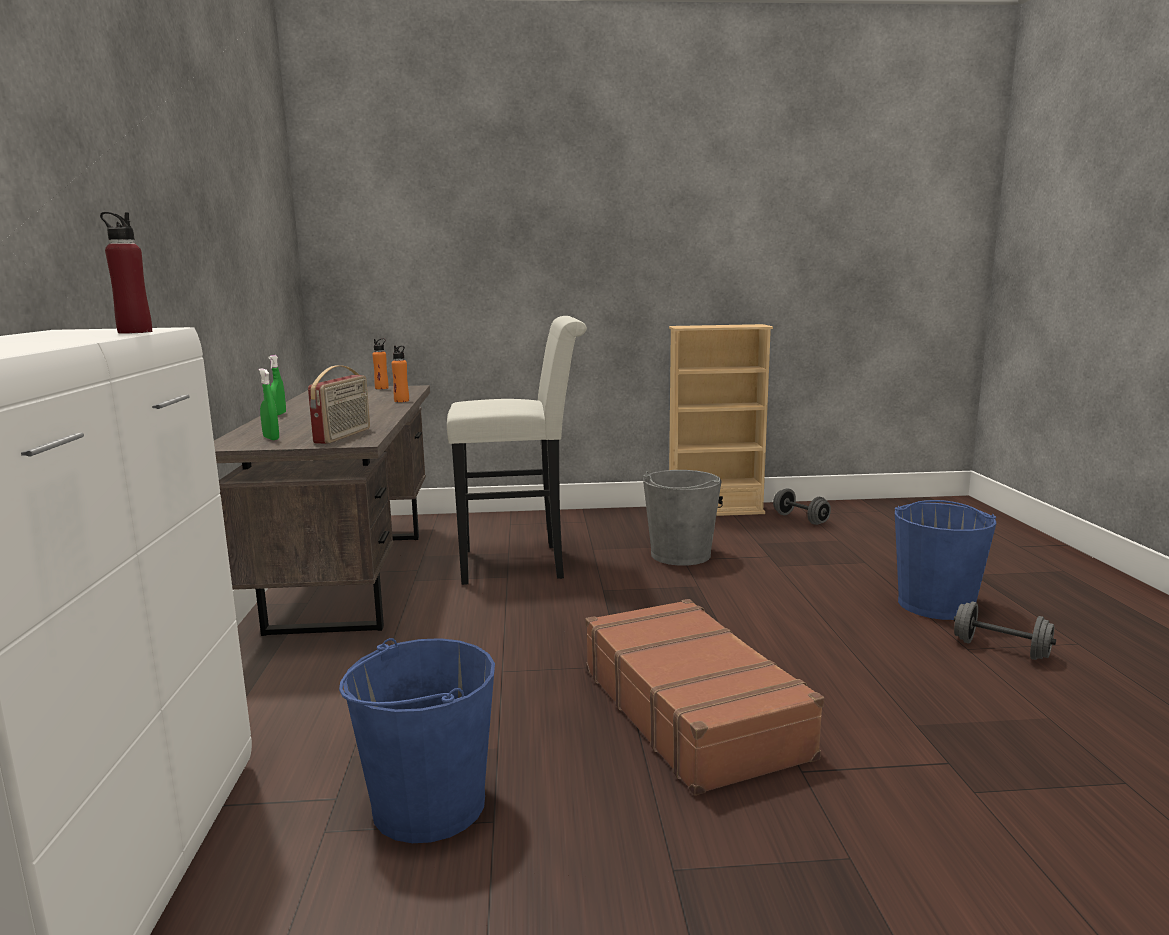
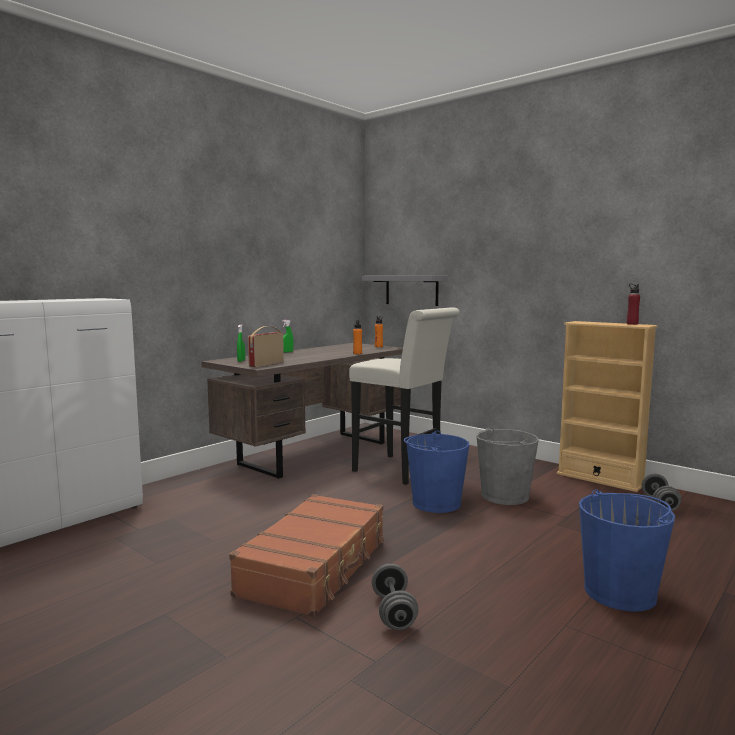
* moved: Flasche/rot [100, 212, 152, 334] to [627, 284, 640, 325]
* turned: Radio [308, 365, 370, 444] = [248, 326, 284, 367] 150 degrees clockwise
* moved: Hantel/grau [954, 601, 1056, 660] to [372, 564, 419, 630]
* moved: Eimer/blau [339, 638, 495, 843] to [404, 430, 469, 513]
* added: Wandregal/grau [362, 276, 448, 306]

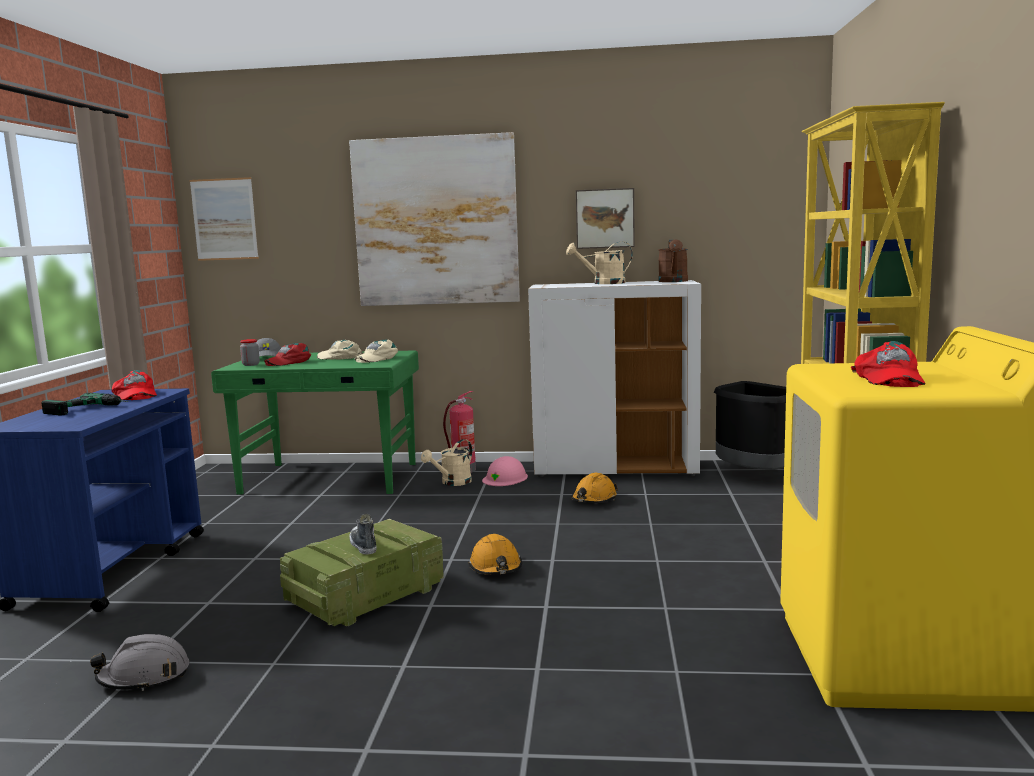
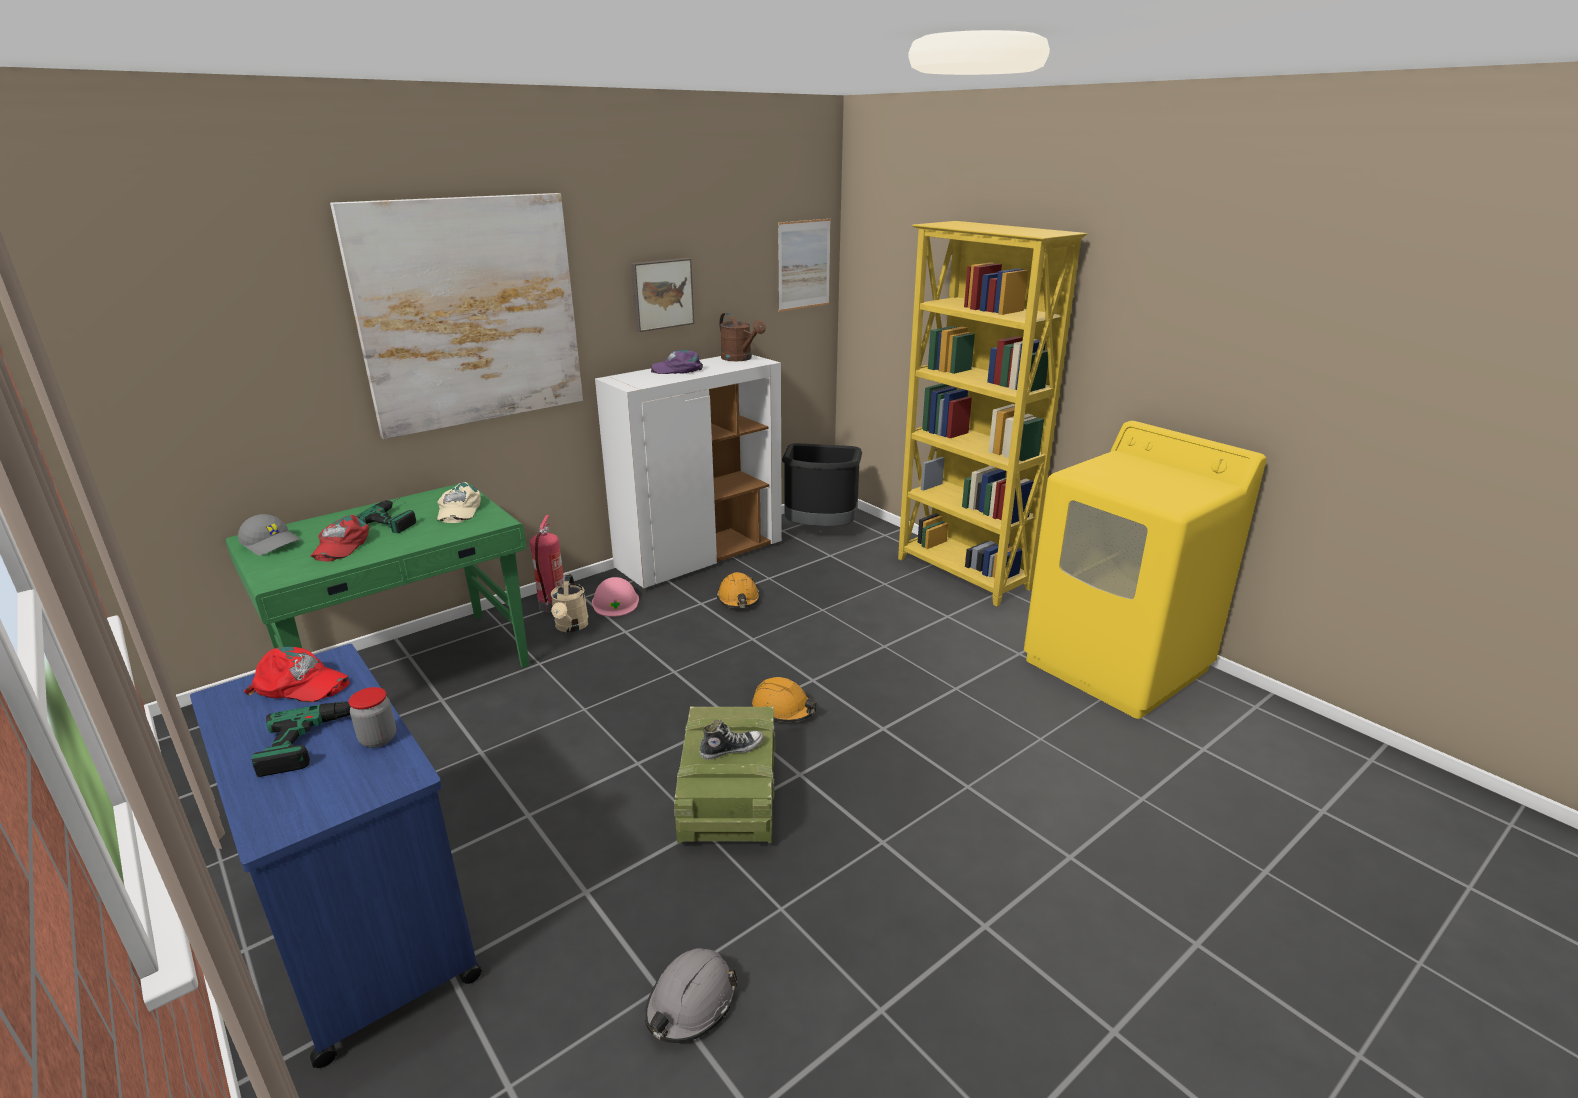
* moved: Bild [190, 177, 259, 261] to [778, 219, 831, 312]
* replaced: Gießkanne/beige [566, 242, 633, 284] to Kappe/lila [651, 350, 703, 374]
* moved: Vorratsglas [240, 339, 260, 366] to [349, 687, 396, 748]
* replaced: Kappe/beige [317, 340, 364, 360] to Bohrmaschine [356, 498, 416, 533]
* removed: Kappe/rot [851, 341, 925, 387]
* turned: Schuh [349, 514, 377, 555] = [700, 720, 764, 760] 135 degrees clockwise

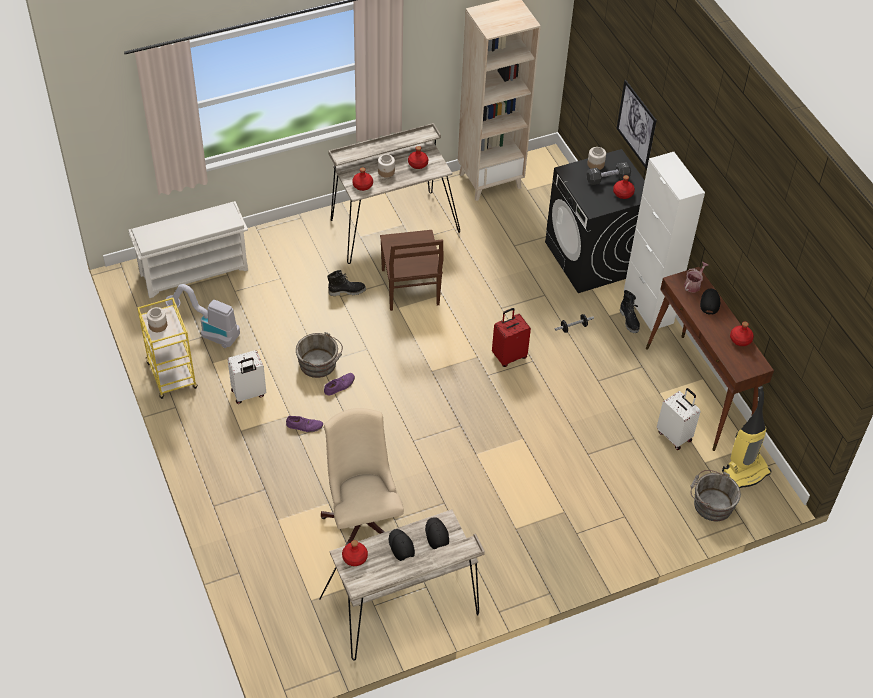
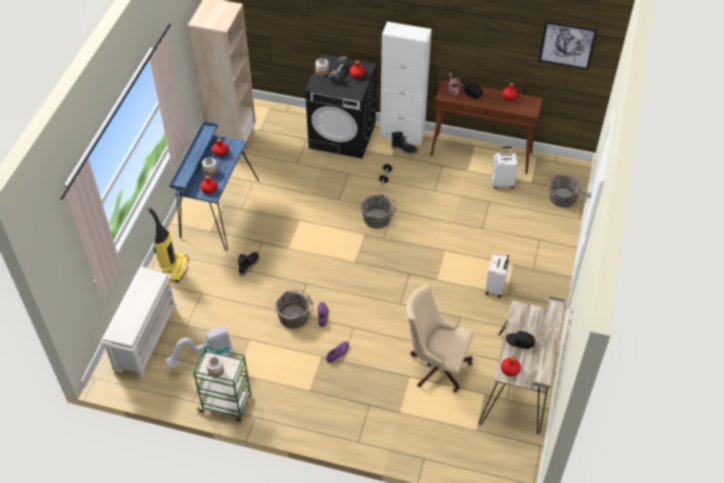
* moved: Bild [617, 80, 657, 169] to [539, 21, 598, 70]
* recoloured: Schreibtisch/beige [329, 123, 460, 264] to Schreibtisch/blau [170, 121, 259, 251]
* removed: Stuhl/braun [380, 230, 443, 311]
* recoloured: Rollwagen/gelb [137, 297, 198, 399] to Rollwagen/grün [193, 346, 252, 422]
* replaced: Koffer/rot [492, 308, 531, 367] to Eimer/grau [361, 194, 396, 228]
* moved: Koffer/weiß [227, 350, 266, 404] to [485, 254, 510, 298]
* moved: Staubsauger [722, 386, 771, 488] to [148, 207, 189, 283]
* removed: Kappe/schwarz [425, 517, 449, 549]

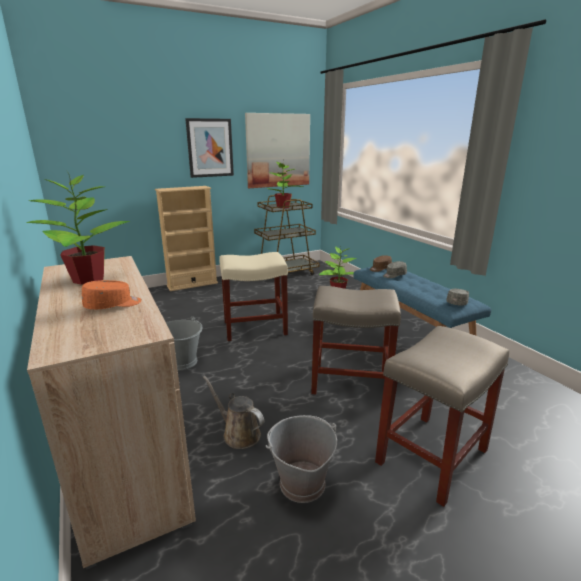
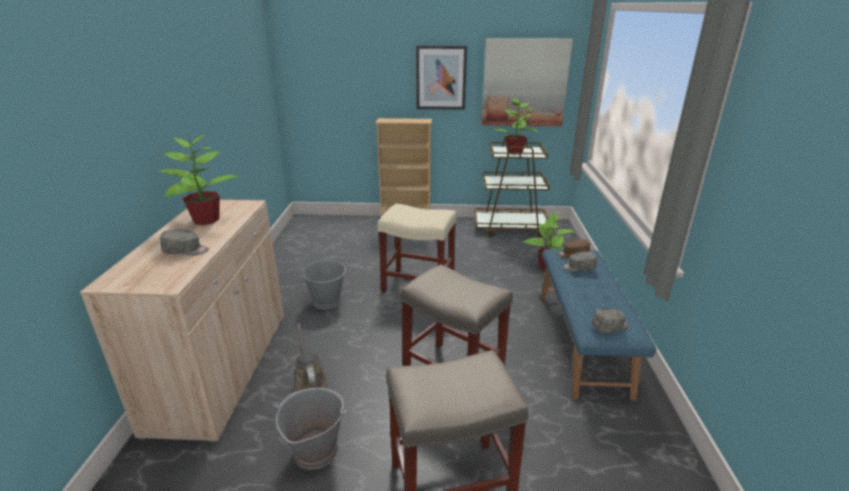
* recoloured: Kappe/orange [82, 280, 142, 310] to Kappe/grau [160, 229, 209, 256]

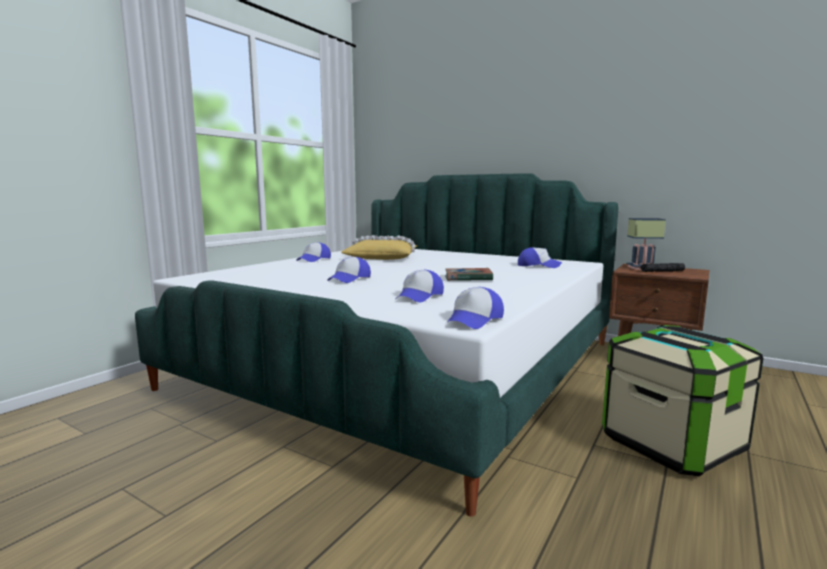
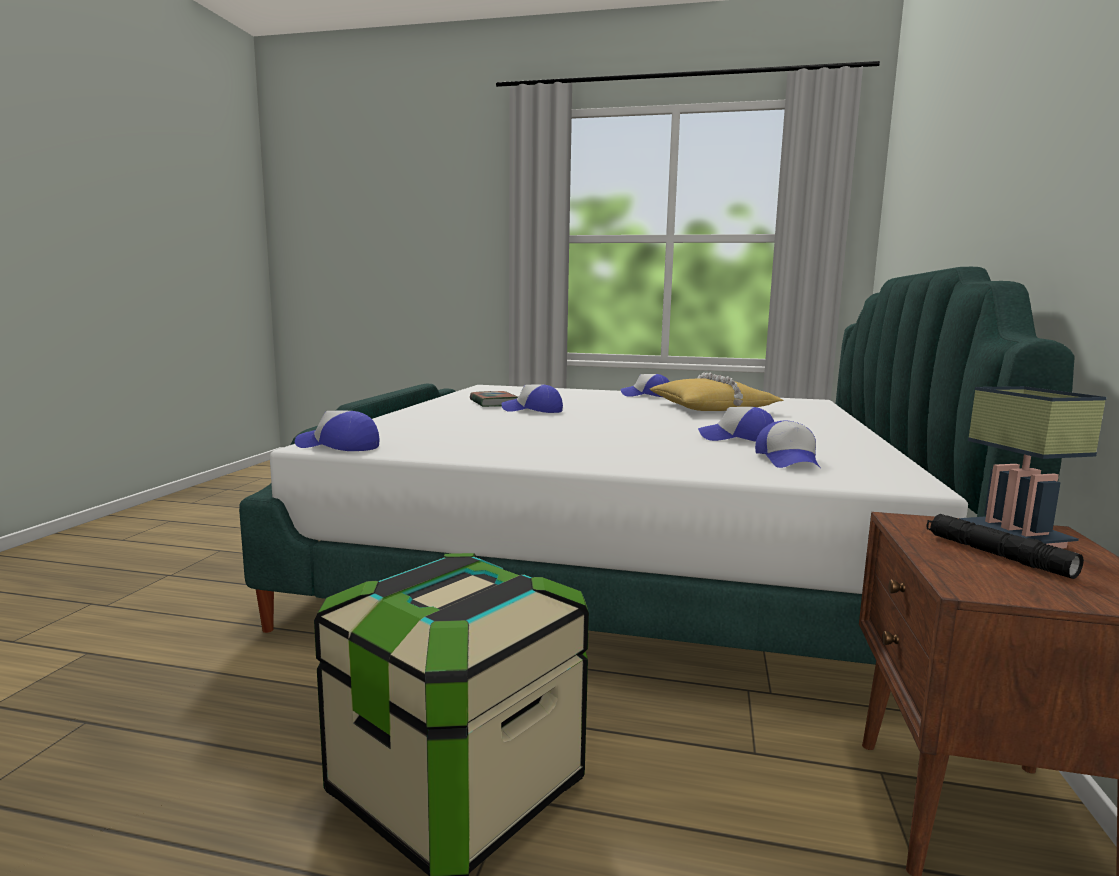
* moved: Buch [445, 268, 493, 281] to [470, 391, 518, 407]
* moved: Kappe [396, 270, 444, 302] to [698, 407, 774, 442]

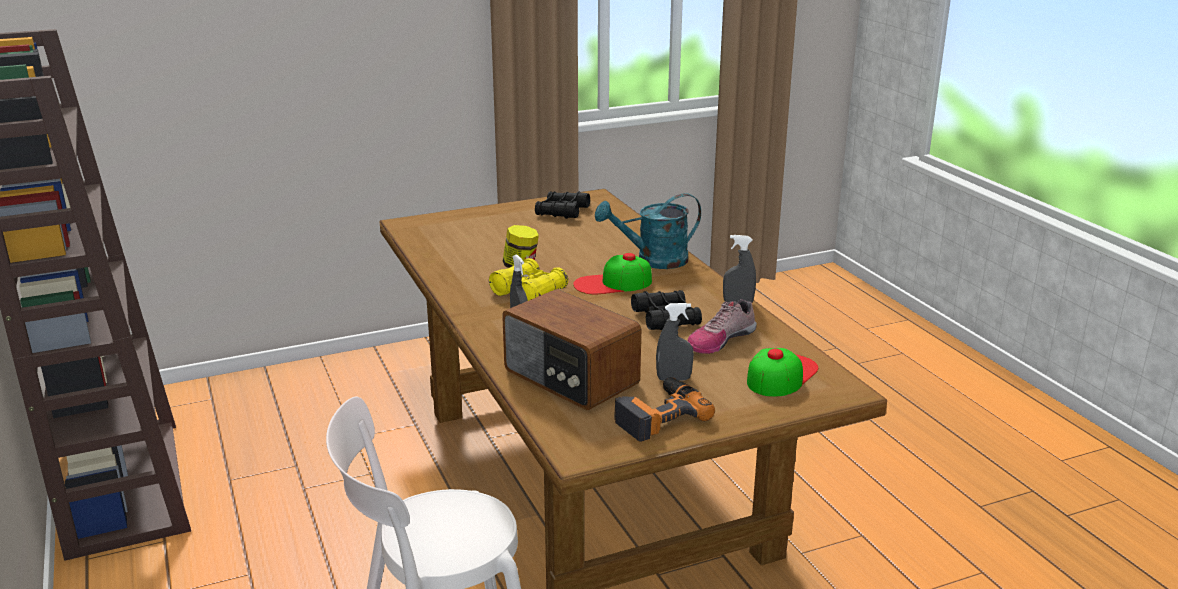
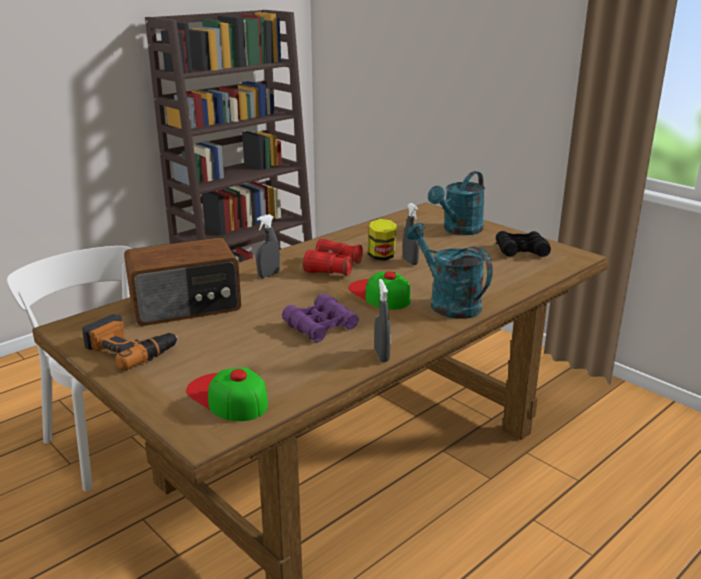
* recoloured: Fernglas/gelb [489, 258, 568, 301] to Fernglas/rot [303, 239, 363, 276]
* turned: Radio [502, 289, 641, 410] = [124, 237, 241, 326] 135 degrees counterclockwise
* recoloured: Fernglas/schwarz [631, 290, 702, 330] to Fernglas/lila [282, 294, 359, 342]
* removed: Schuh [688, 299, 757, 354]
* moved: Sprühflasche/grau [656, 303, 694, 381] to [403, 203, 419, 265]
* turned: Kappe [747, 348, 818, 397] = [186, 367, 268, 421] 150 degrees counterclockwise
* added: Gießkanne/türkis [428, 171, 485, 235]

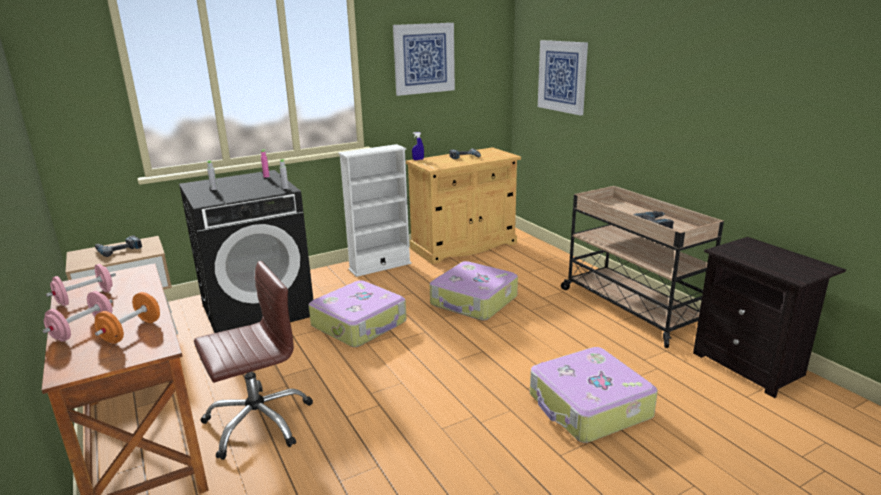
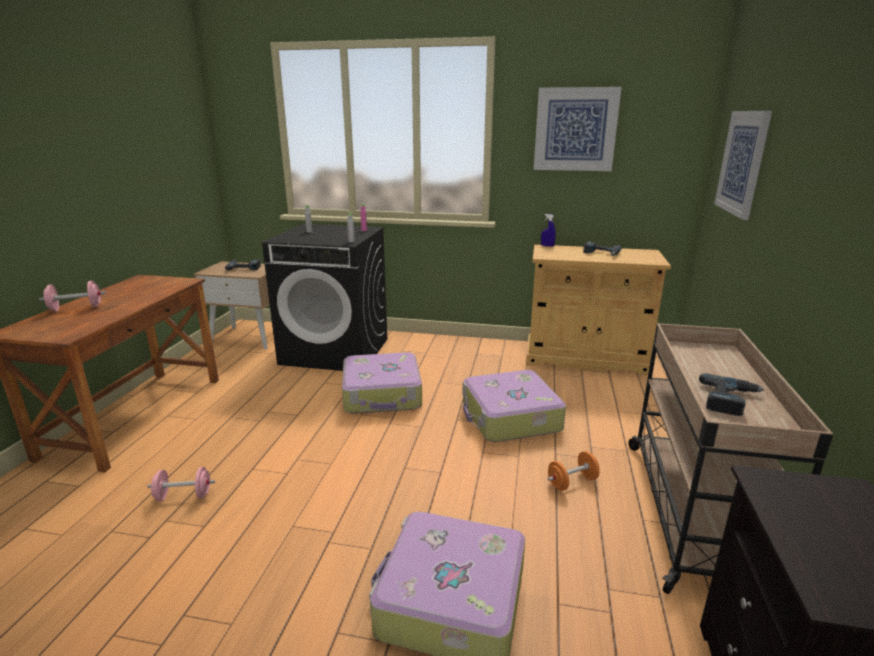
* removed: Bücherregal/weiß [338, 144, 412, 277]
* removed: Bürostuhl/braun [194, 261, 313, 460]
* moved: Hantel/rosa [46, 264, 116, 306] to [147, 467, 215, 501]
* moved: Hantel/orange [94, 292, 160, 344] to [548, 451, 599, 491]

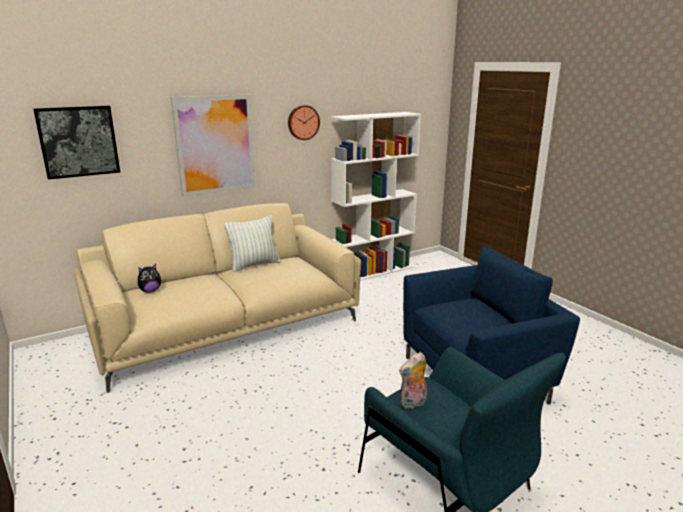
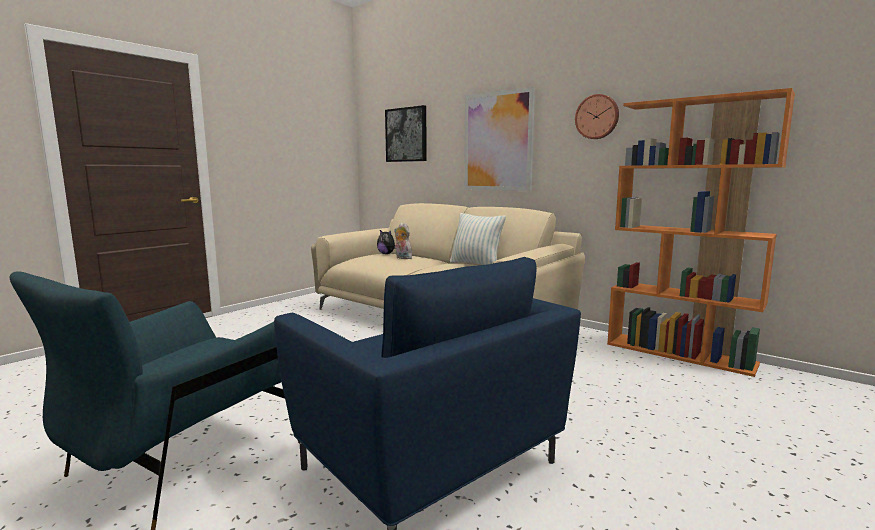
* recoloured: Bücherregal/weiß [331, 112, 421, 281] to Bücherregal/orange [607, 88, 795, 377]
* moved: Plüschtier [399, 352, 427, 409] to [394, 223, 412, 259]

